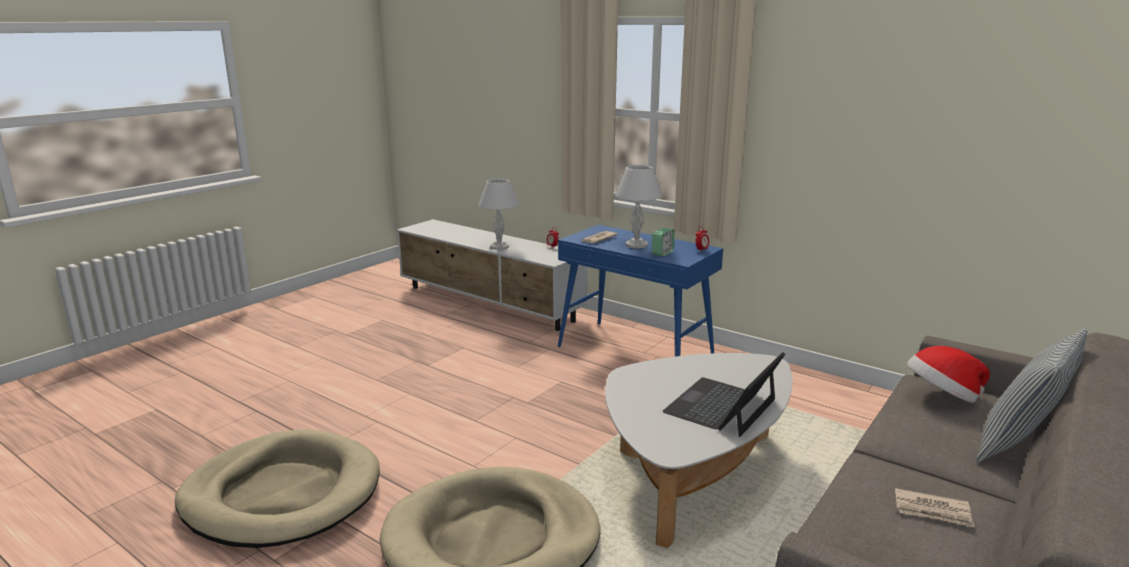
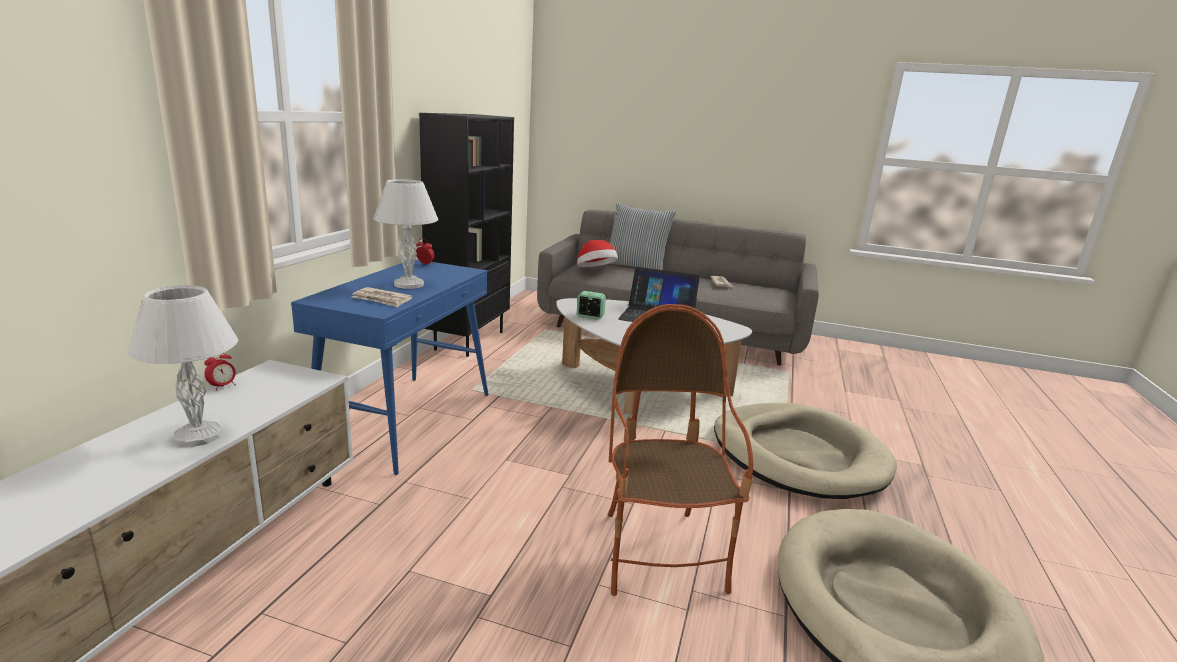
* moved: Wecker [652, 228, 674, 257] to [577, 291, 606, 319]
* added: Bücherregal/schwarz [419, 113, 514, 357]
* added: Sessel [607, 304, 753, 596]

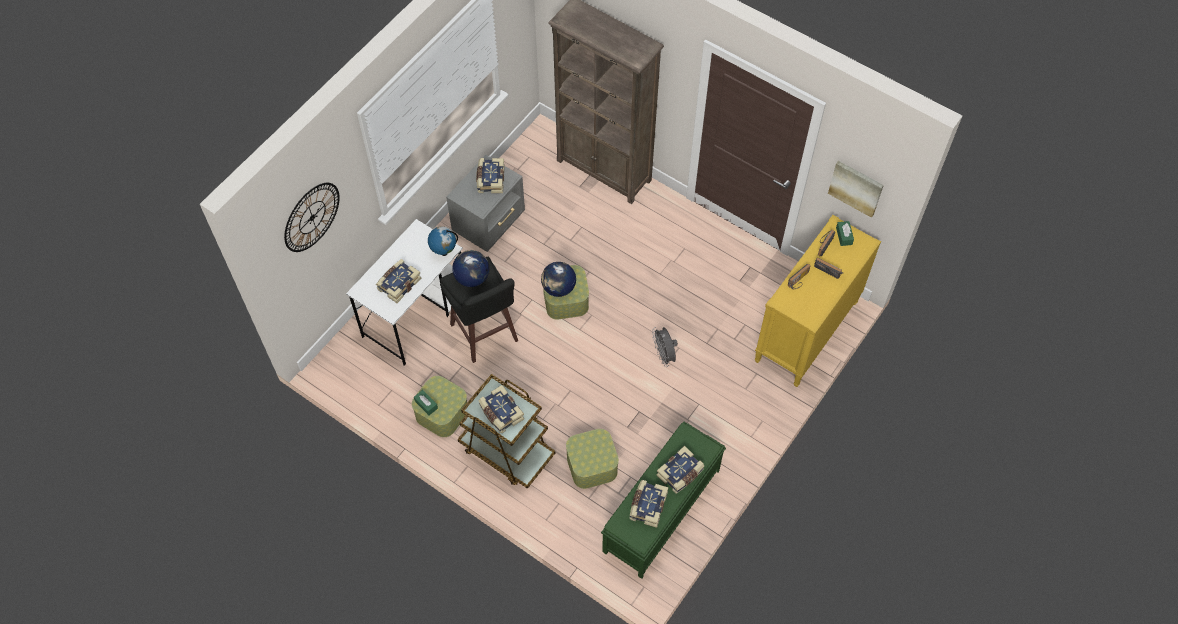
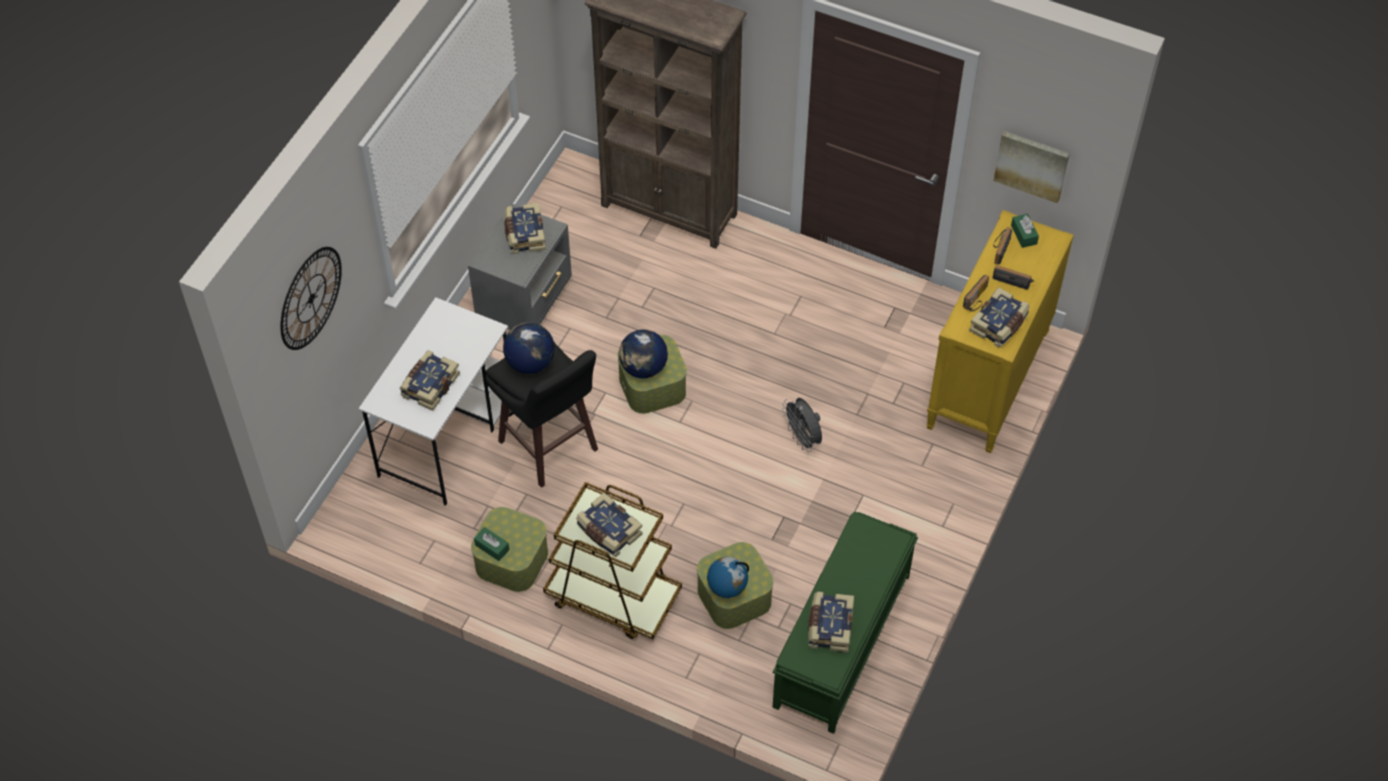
* moved: Globus [428, 226, 458, 256] to [707, 557, 749, 598]
* moved: Buch [656, 446, 704, 493] to [969, 287, 1030, 348]

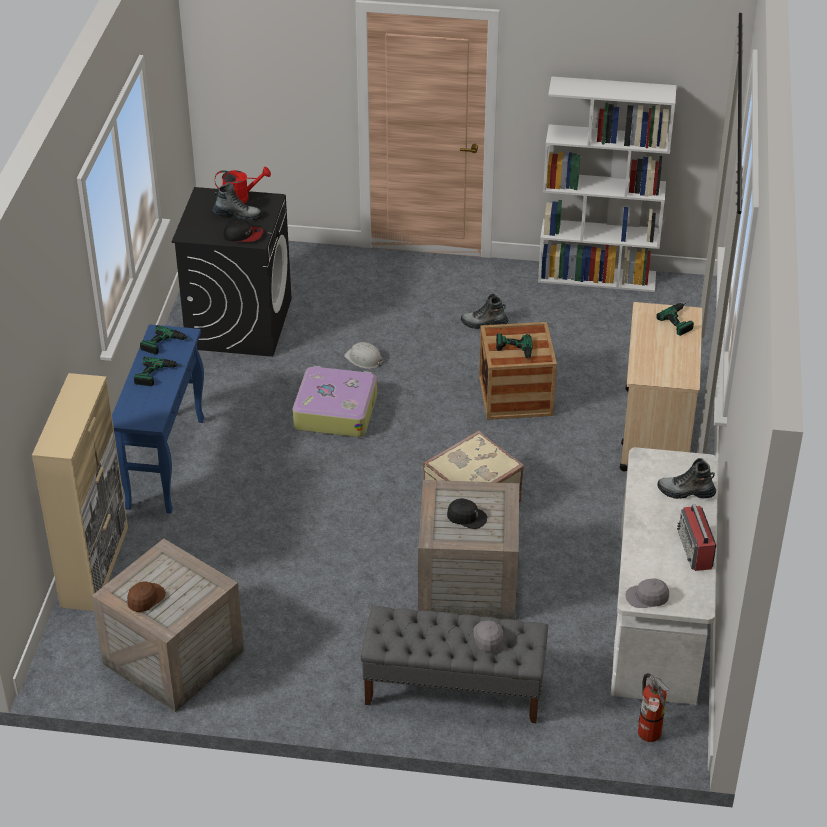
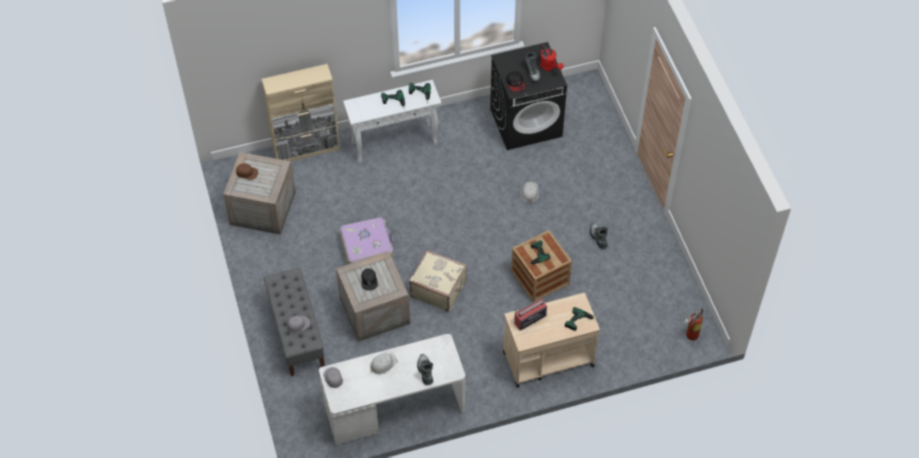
* removed: Bücherregal/weiß [538, 76, 676, 292]
* recoloured: Konsolentisch/blau [112, 324, 204, 514] to Konsolentisch/weiß [343, 80, 441, 162]
* moved: Koffer [293, 366, 377, 437] to [340, 217, 394, 264]
* moved: Radio [677, 505, 716, 571] to [514, 299, 547, 330]
* moved: Feuerlöscher [638, 673, 670, 742] to [684, 309, 703, 341]
* added: Schutzhelm/weiß [370, 353, 398, 375]

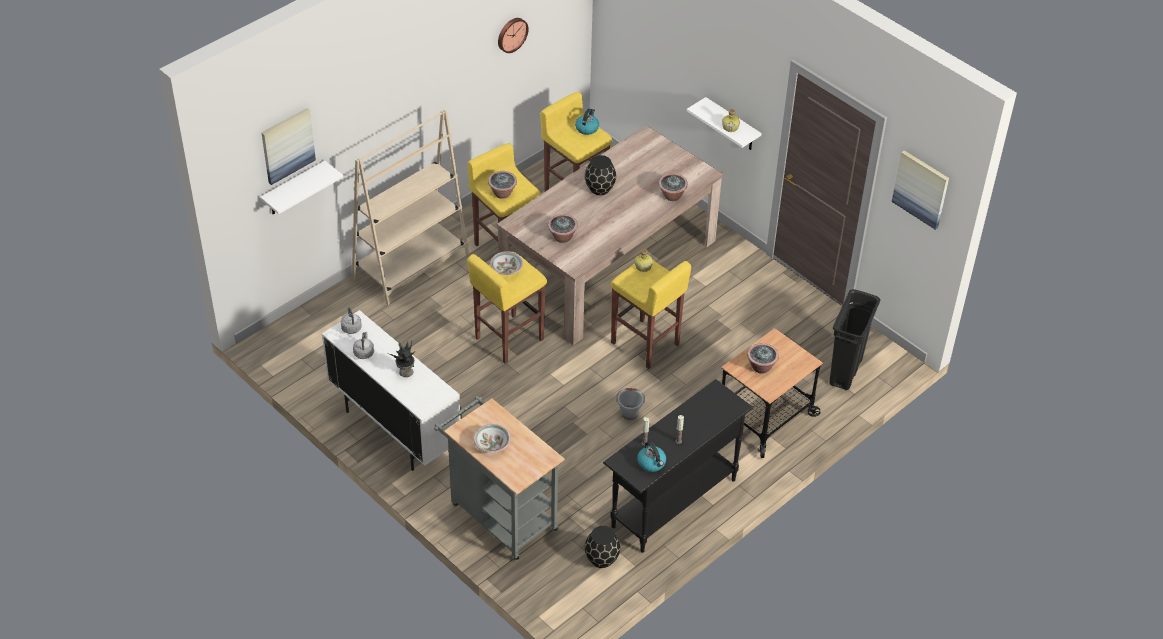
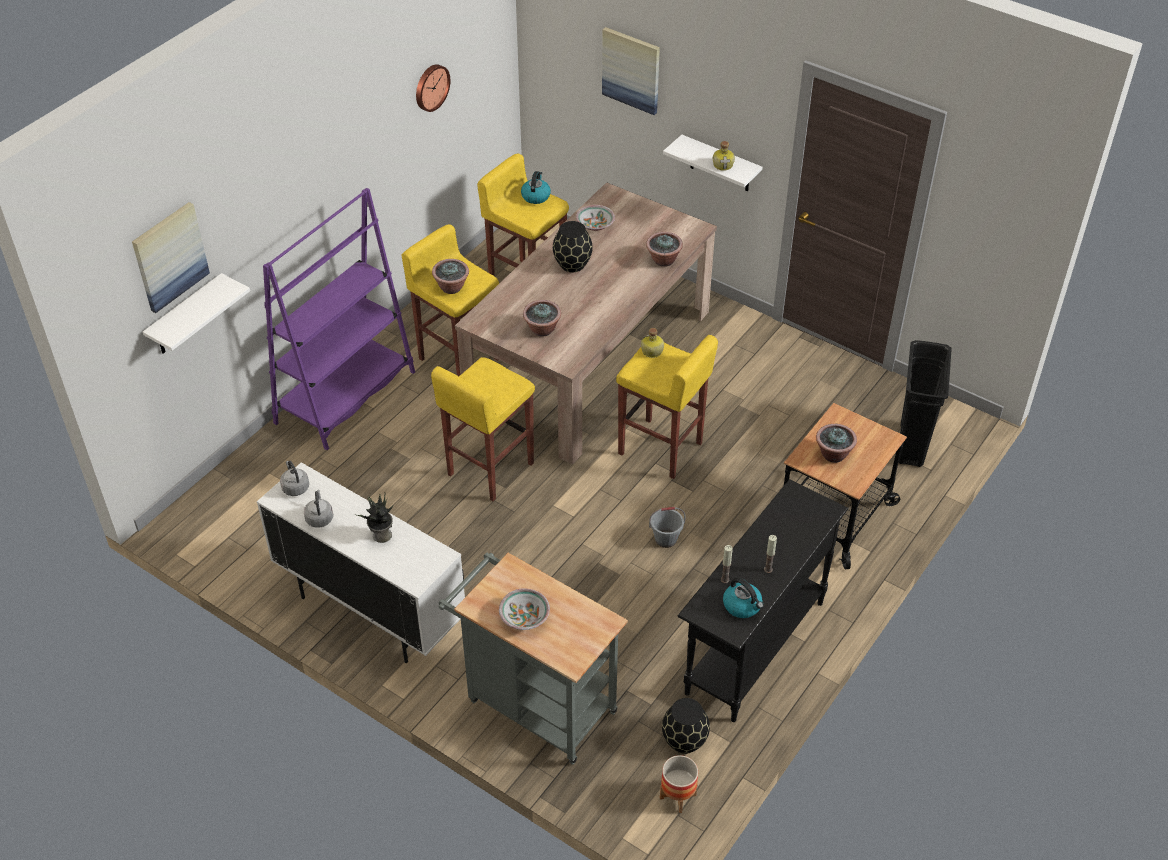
* recoloured: Bücherregal/beige [351, 110, 469, 305] to Bücherregal/lila [263, 188, 415, 450]
* moved: Bild [892, 150, 949, 230] to [602, 27, 660, 115]
* moved: Schüssel [490, 251, 523, 275] to [576, 205, 615, 231]
* added: Pflanzkübel [660, 755, 698, 813]

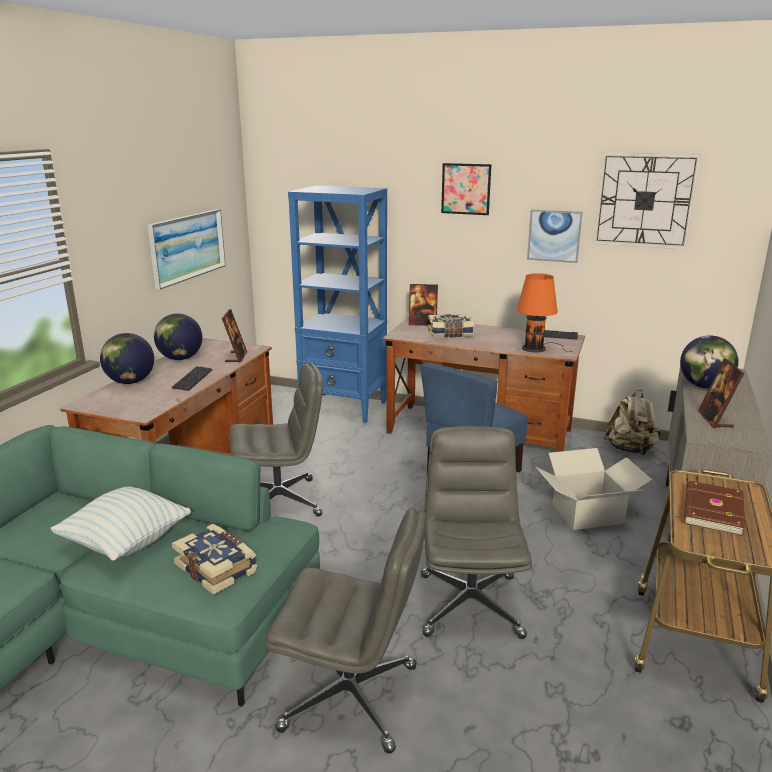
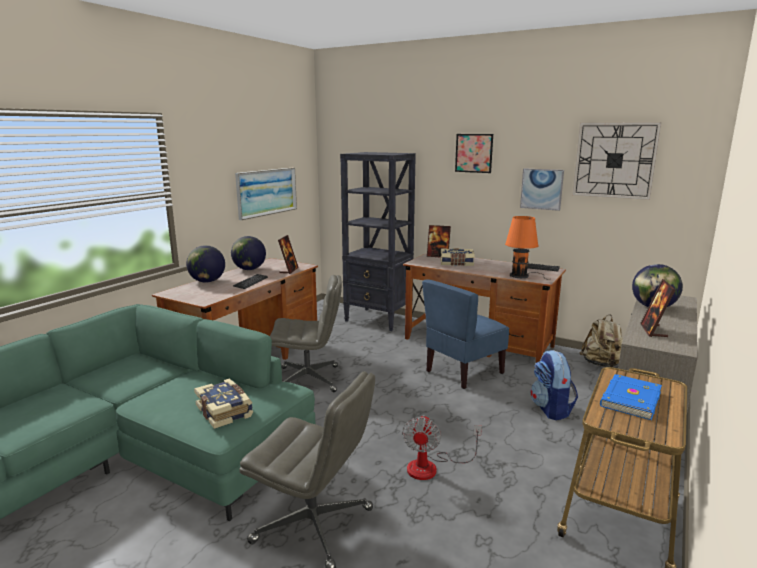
* recoloured: Bücherregal/blau [288, 186, 387, 423] to Bücherregal/schwarz [340, 152, 416, 331]
* replaced: Bürostuhl/grau [421, 426, 532, 639] to Ventilator [402, 415, 482, 480]
* replaced: Karton [536, 448, 652, 530] to Rucksack [530, 350, 578, 420]
* recoloured: Buch/braun [684, 481, 745, 536] to Buch/blau [600, 374, 662, 420]
* removed: Kissen [50, 487, 191, 561]

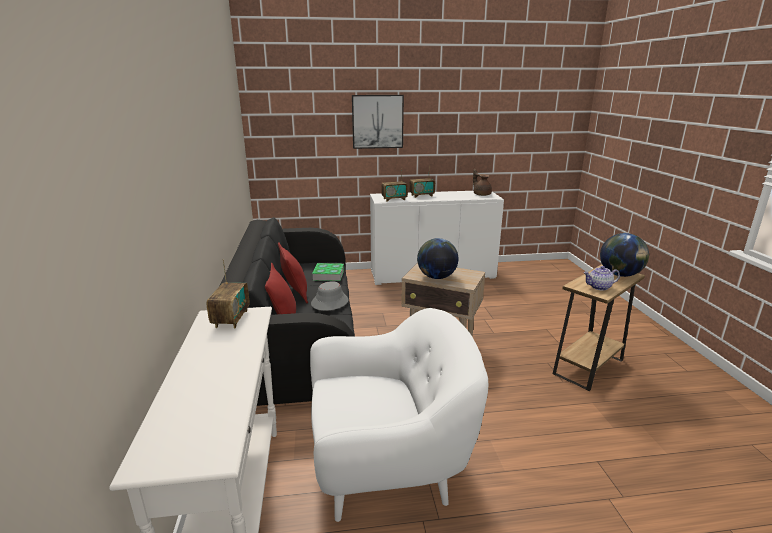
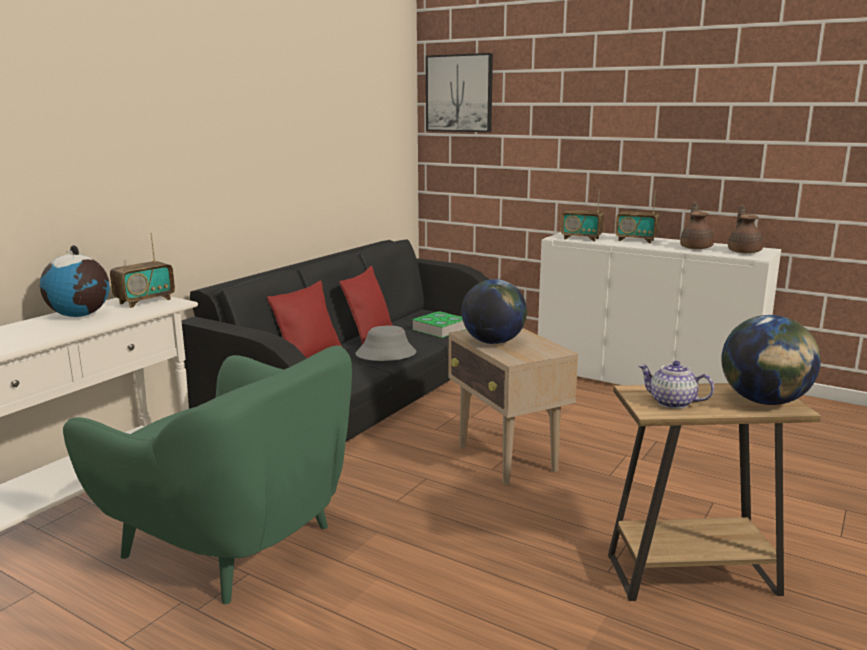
* moved: Bild [352, 95, 404, 149] to [426, 53, 493, 132]
* recoloured: Sessel/weiß [310, 308, 488, 522] to Sessel/grün [63, 346, 352, 604]
* added: Teekanne/braun [680, 202, 714, 249]
* added: Globus [40, 245, 110, 317]

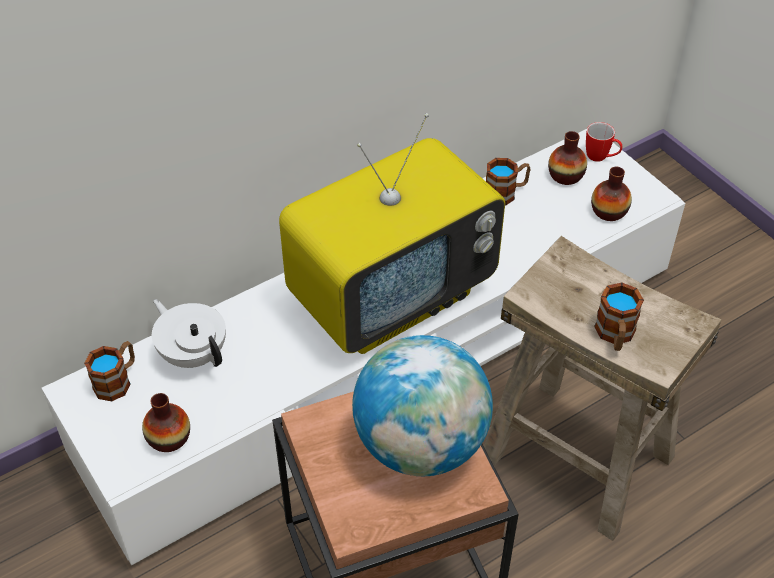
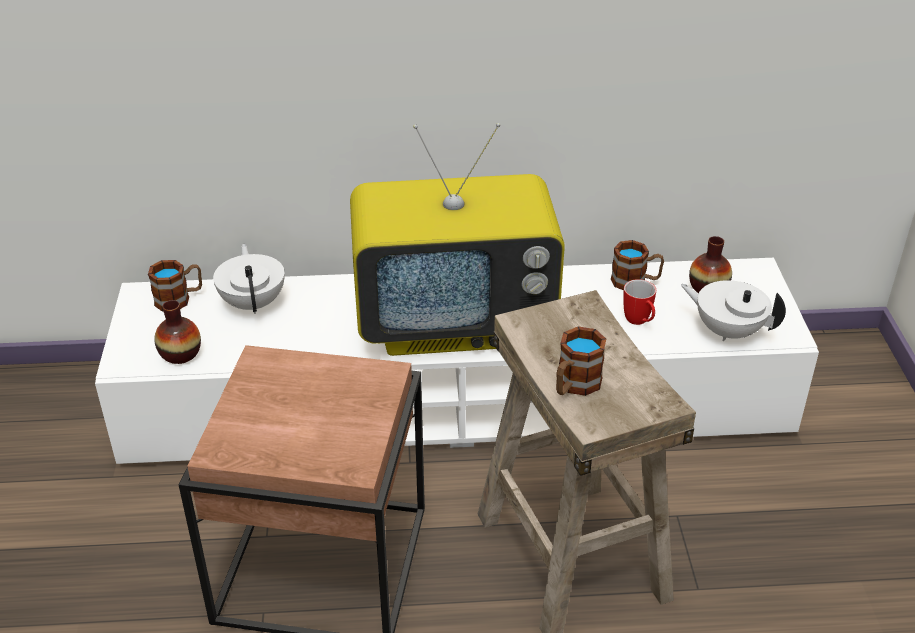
* moved: Henkelbecher [586, 122, 623, 162] to [623, 279, 656, 325]
* replaced: Vase [591, 167, 632, 221] to Teekanne/weiß [681, 280, 786, 341]
* removed: Globus [352, 335, 493, 476]

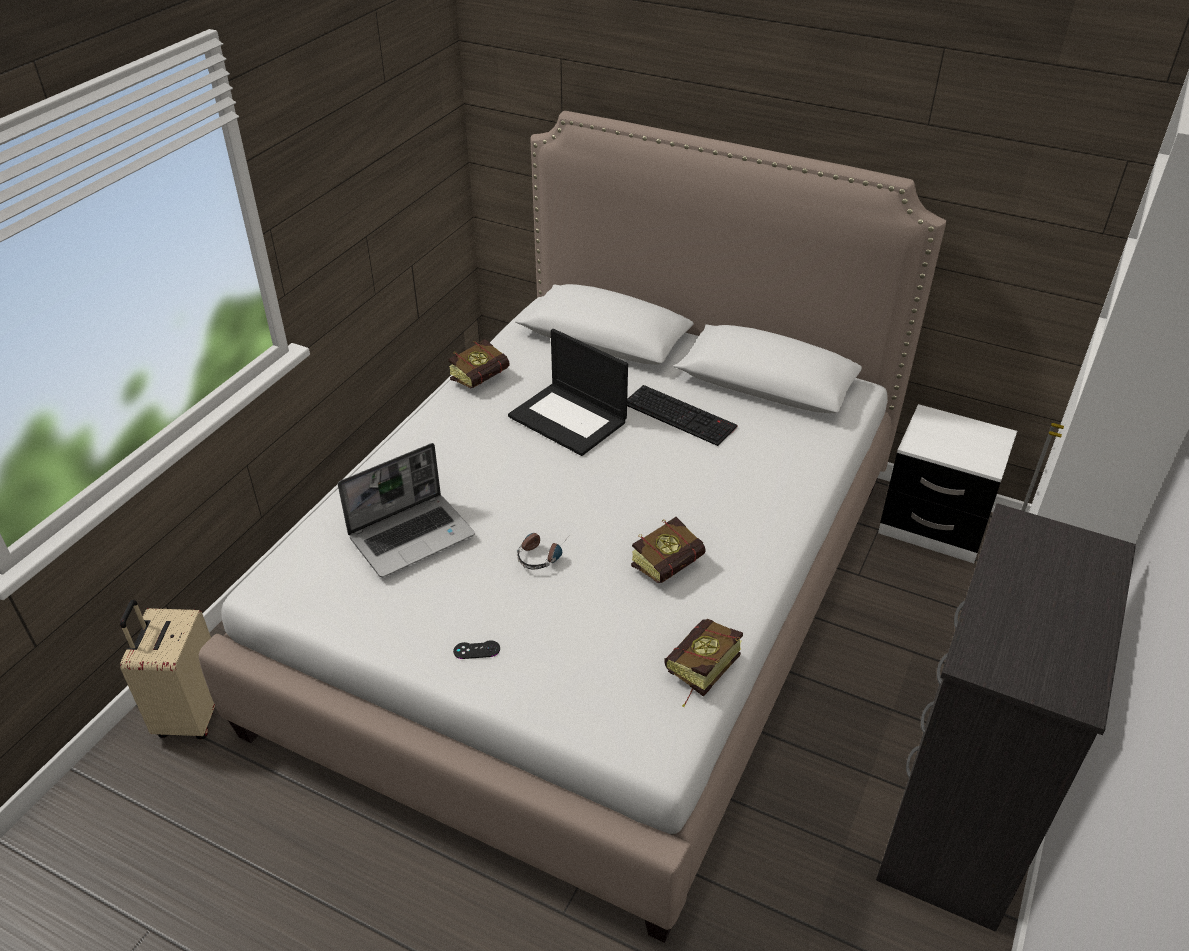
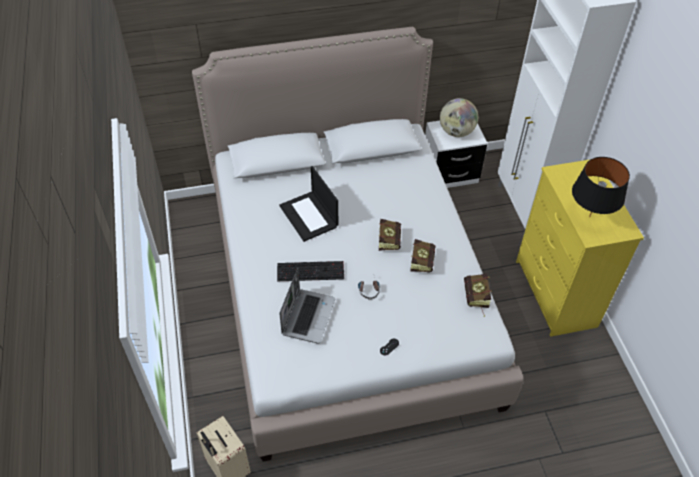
* turned: Laptop [508, 329, 628, 456] = [279, 166, 338, 242] 60 degrees clockwise
* moved: Buch [448, 339, 510, 388] to [378, 219, 401, 251]
* moved: Tastatur [627, 385, 738, 446] to [277, 261, 344, 281]
* recoloured: Kommode/schwarz [876, 503, 1136, 932] to Kommode/gelb [516, 159, 644, 337]
* added: Globus [440, 98, 478, 137]
* added: Tischlampe/schwarz [572, 157, 630, 217]

